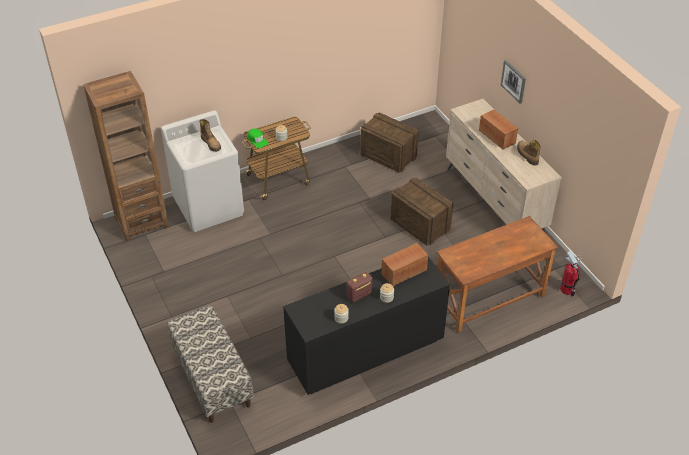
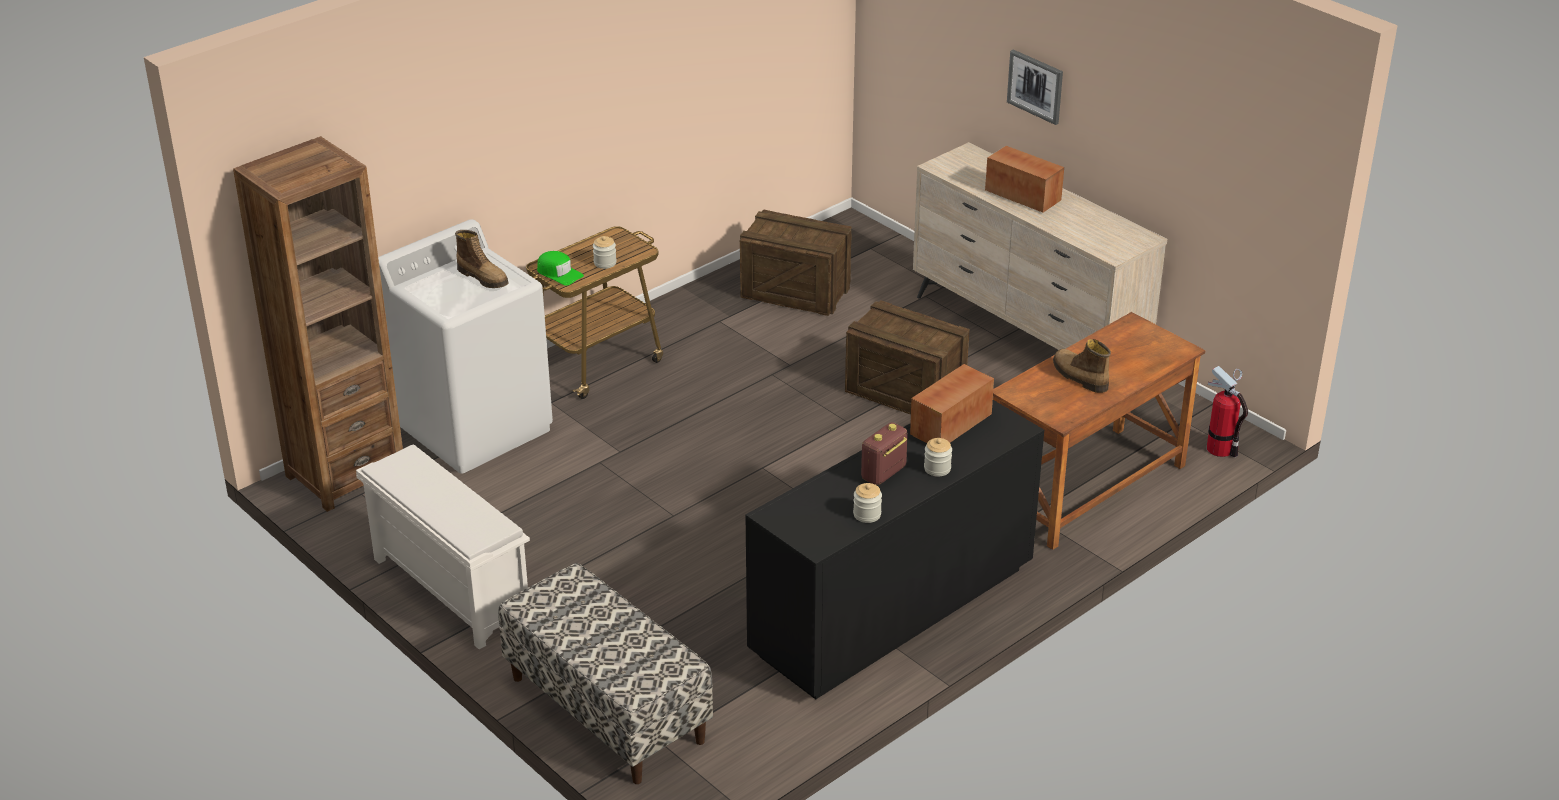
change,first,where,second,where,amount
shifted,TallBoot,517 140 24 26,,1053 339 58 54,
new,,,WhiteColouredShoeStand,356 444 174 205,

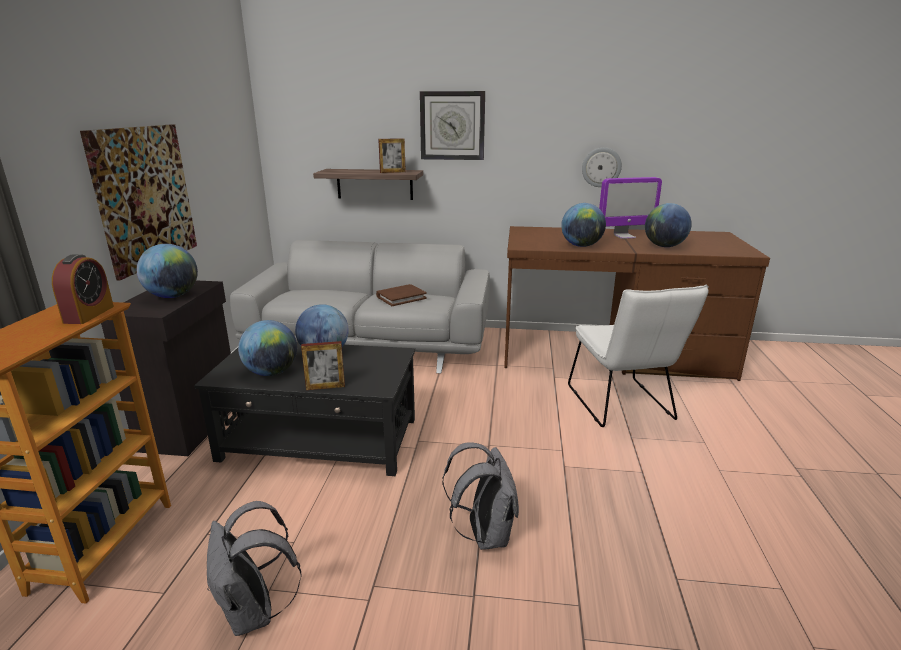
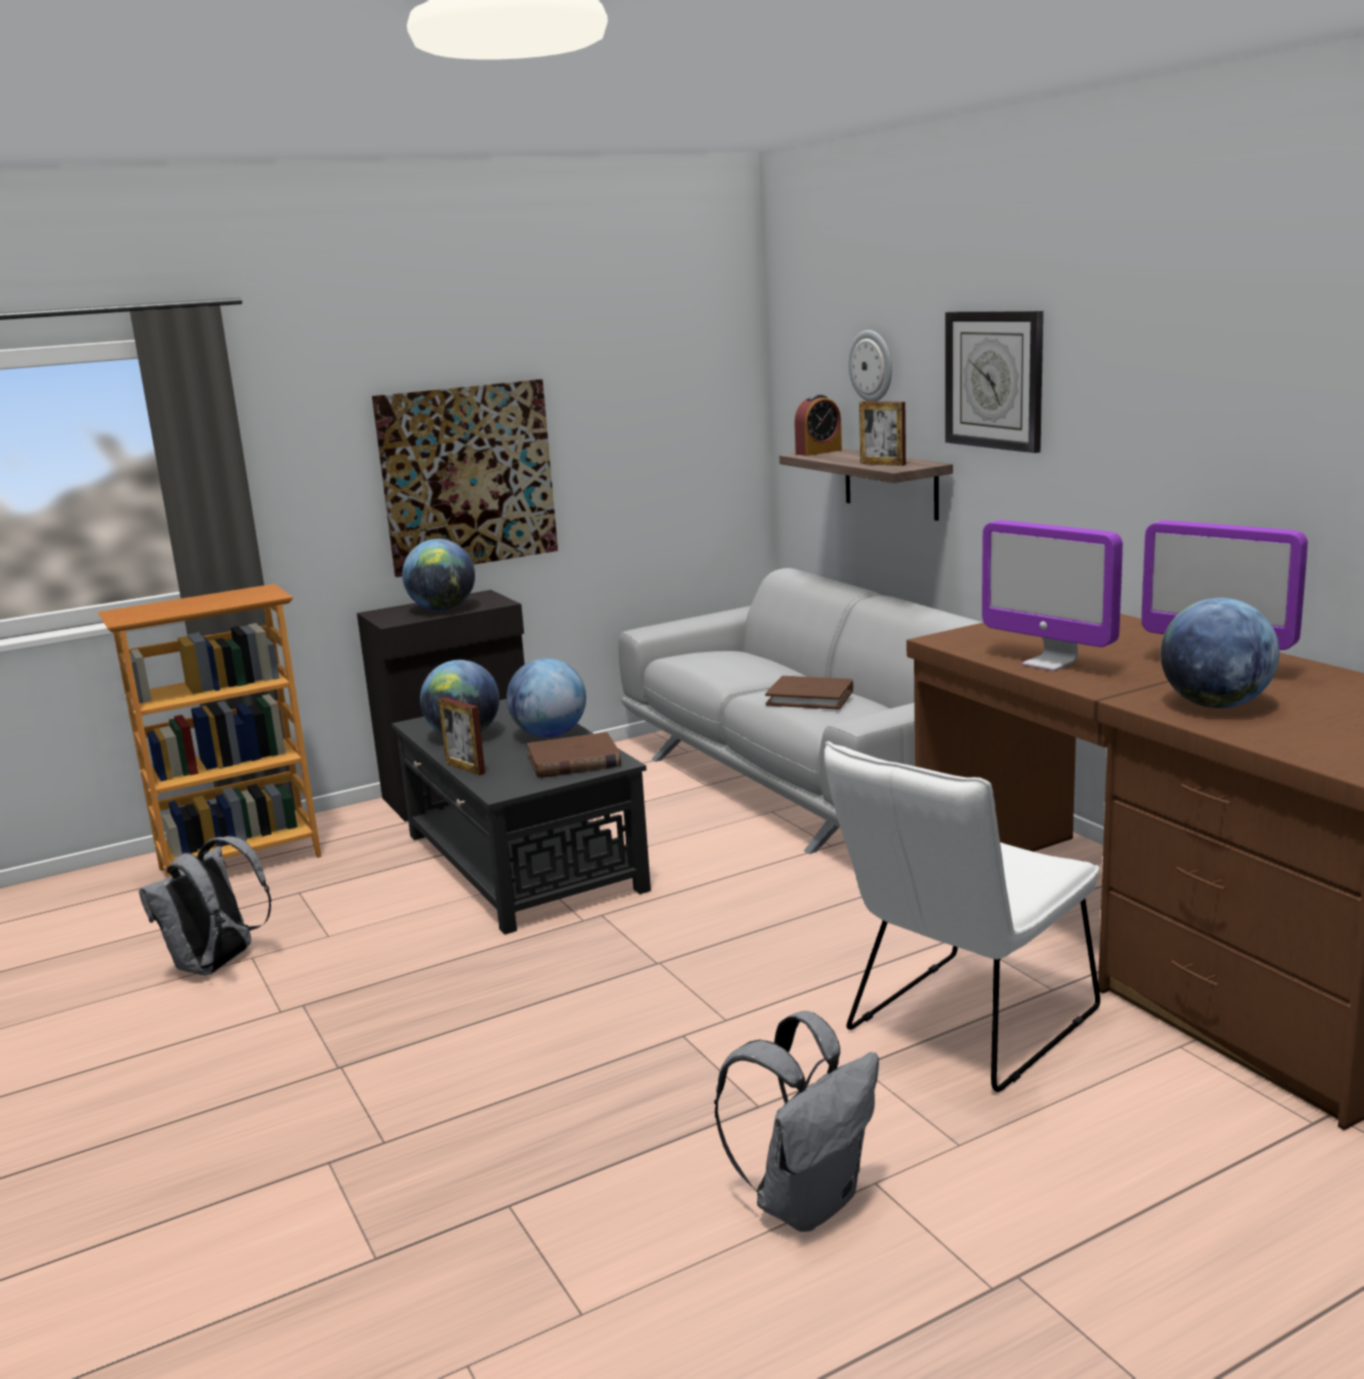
change,first,where,second,where,amount
shifted,BedsideClock,52 254 62 70,,794 394 48 62,
shifted,GrayBackpack,442 442 77 108,,714 1011 165 221,
swapped,WorldGlobe,561 203 45 44,Monitor,982 520 141 151,
shifted,ClockOnTheWall,582 147 40 40,,848 330 44 71,
new,,,BrownVolume,527 732 94 46,

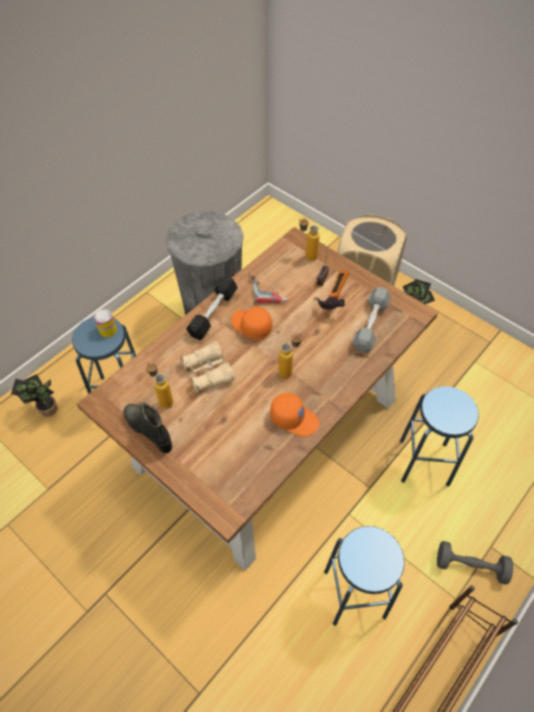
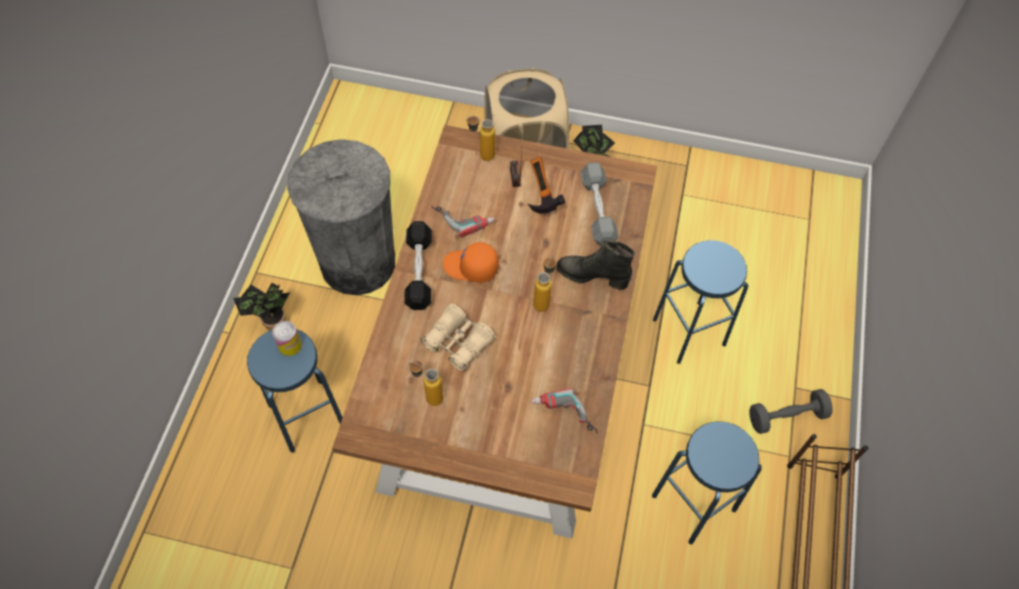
change,first,where,second,where,amount
shifted,PlantInAPot,11 374 46 43,,233 283 57 48,
shifted,BlackColouredTallBoot,124 403 48 51,,556 240 79 50,
gone,OrangeyPeakedCap,270 393 49 44,,,
new,,,PowerDrill,531 388 67 46,

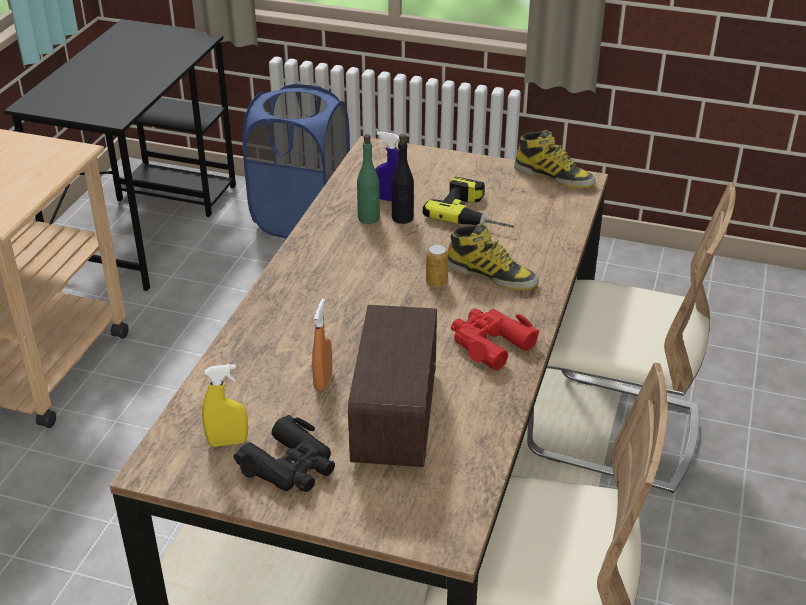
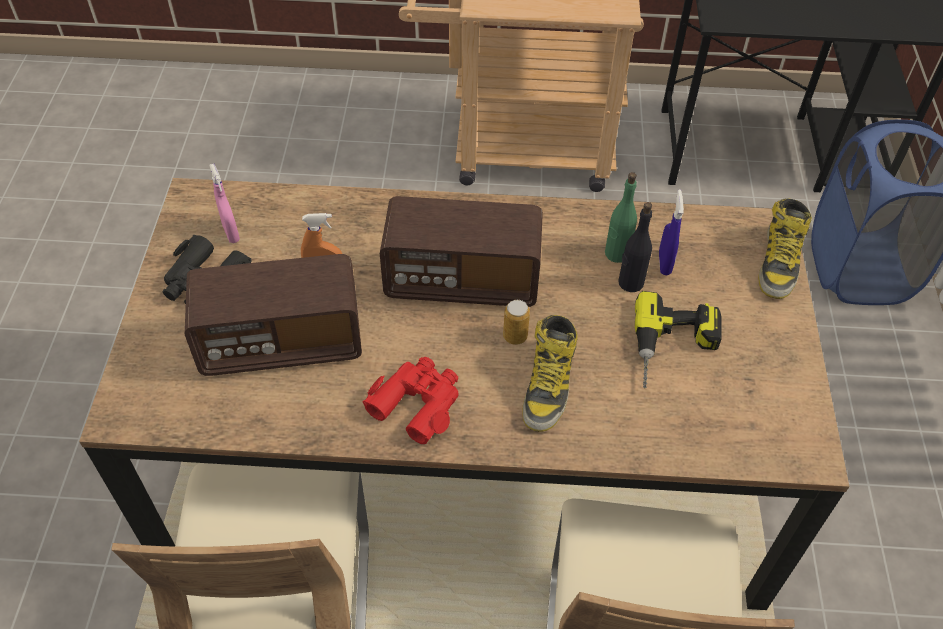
change,first,where,second,where,amount
repainted,YellowishHandSprayer,202 364 46 83,PinkColouredHandSprayer,209 164 31 79,
shifted,TallBoot,514 130 82 59,,758 198 54 101,
new,,,RadioSet,380 196 163 111,

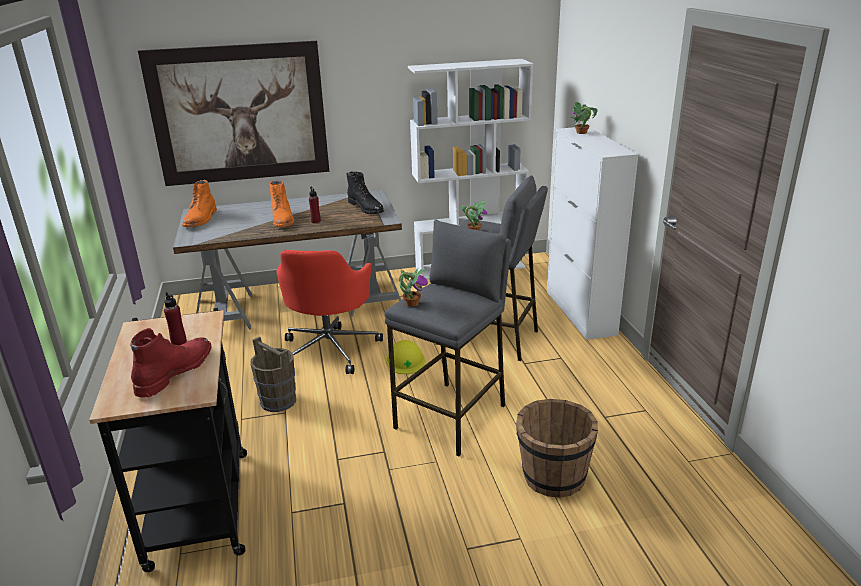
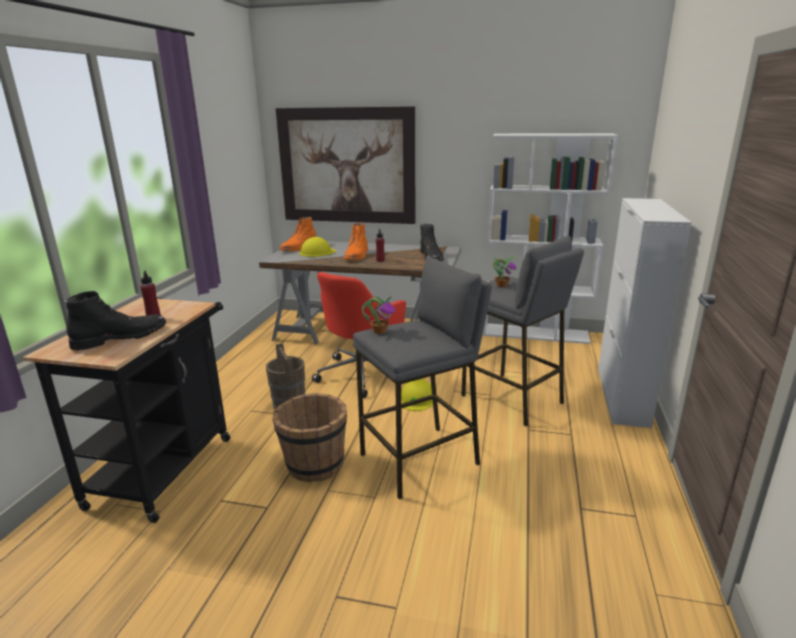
change,first,where,second,where,amount
repainted,ReddishTallBoot,130 328 82 70,BlackColouredTallBoot,65 291 101 60,
shifted,BrownBucket,516 399 82 99,,272 393 75 89,
gone,PlantInAPot,571 102 27 32,,,
new,,,YellowishWorkHelmet,299 237 37 20,

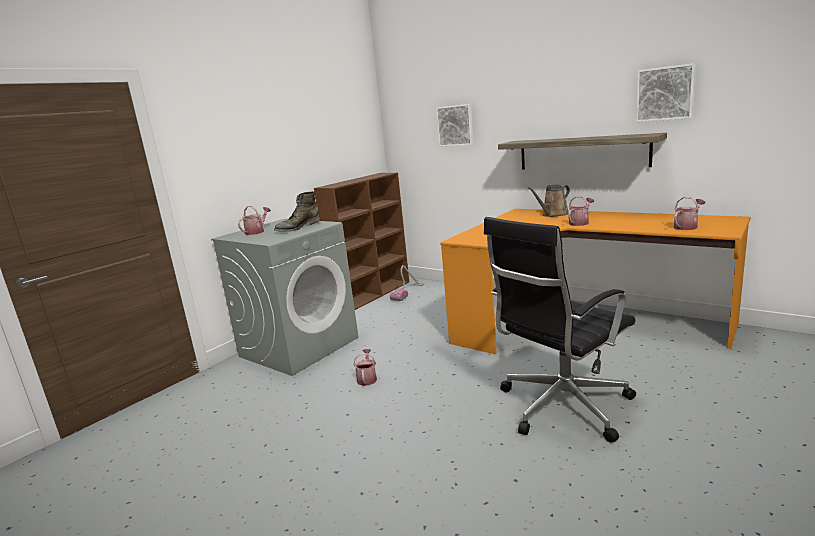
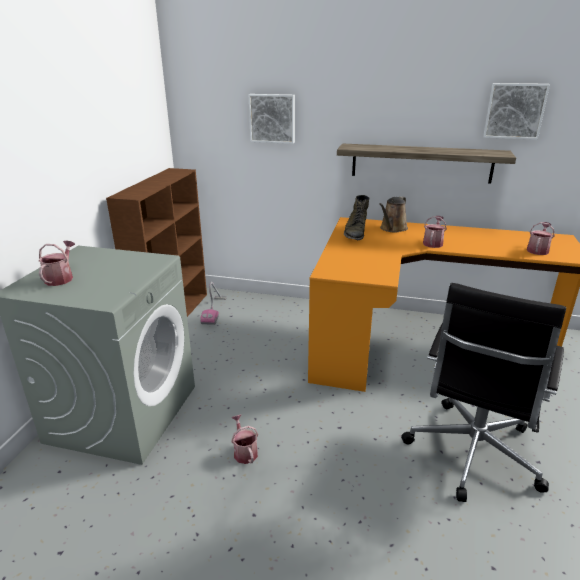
change,first,where,second,where,amount
shifted,GreenishTallBoot,274 191 46 41,,344 195 25 45,

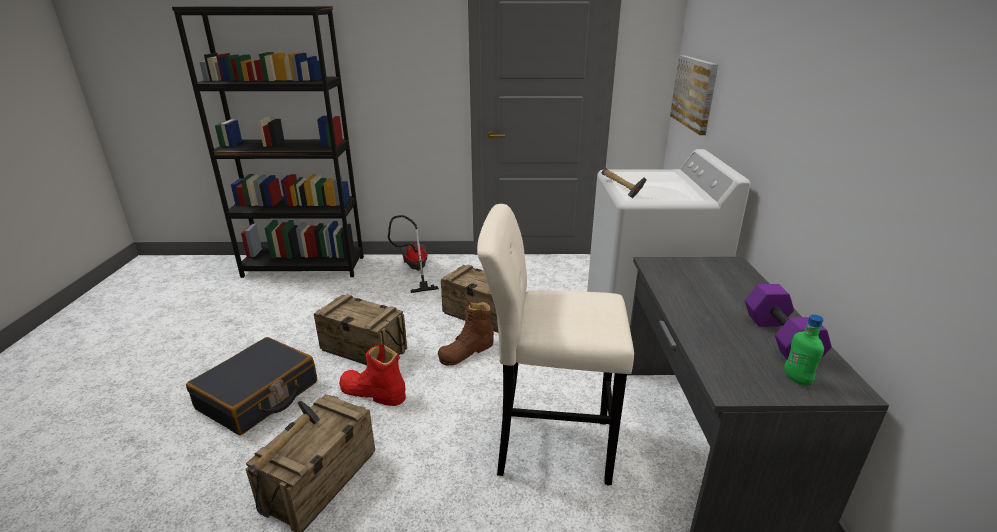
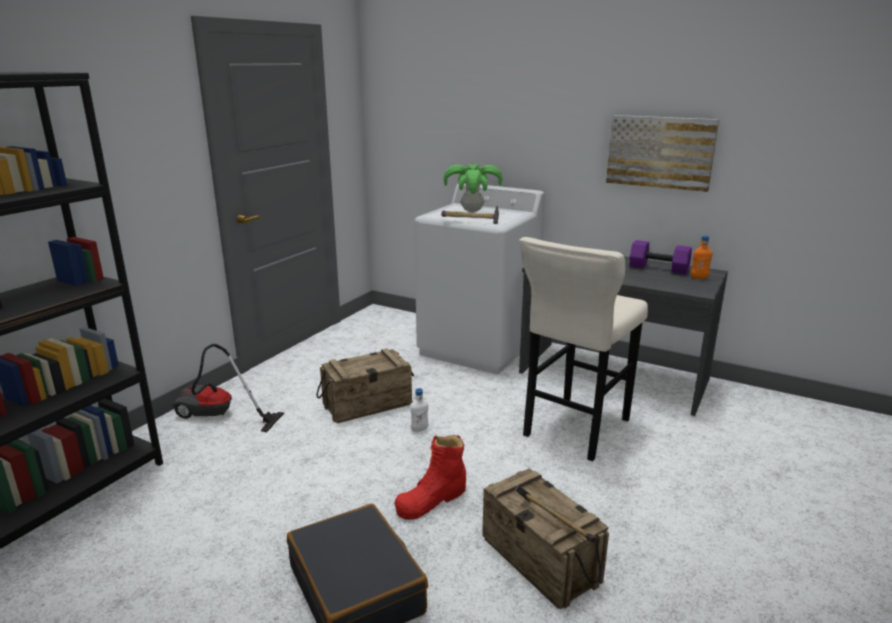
change,first,where,second,where,amount
gone,ShippingCrate,314 294 93 71,,,
swapped,BrownTallBoot,438 302 56 64,WhiteColouredBottle,410 388 19 44,
shifted,WallPicture,670 55 48 80,,606 115 113 77,
repainted,GreenishBottle,784 314 40 72,OrangeyBottle,691 235 21 44,
new,,,PlantInAPot,444 164 58 49,

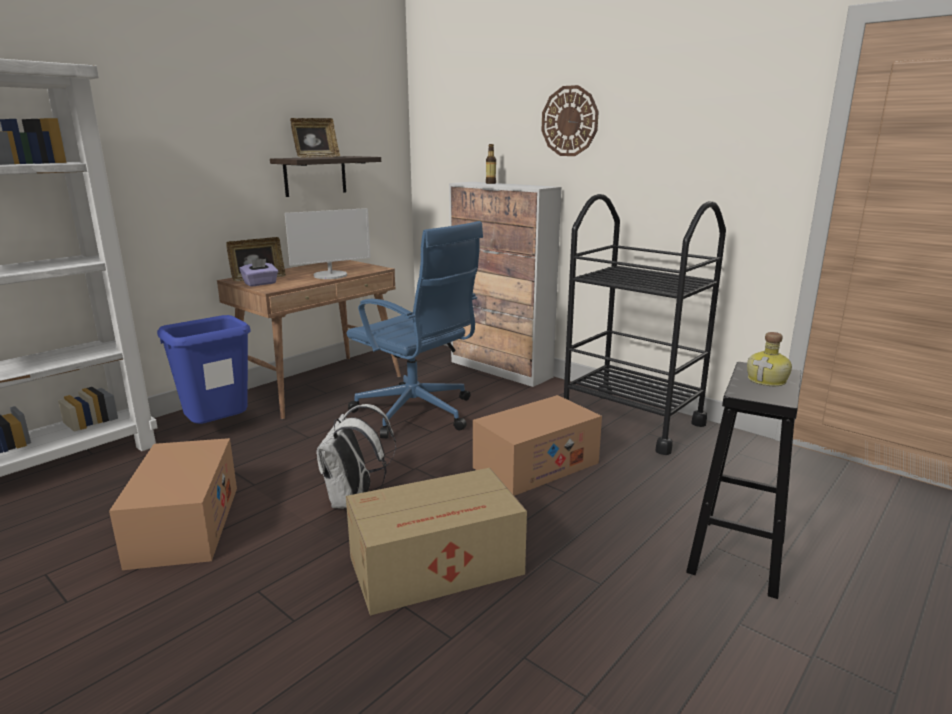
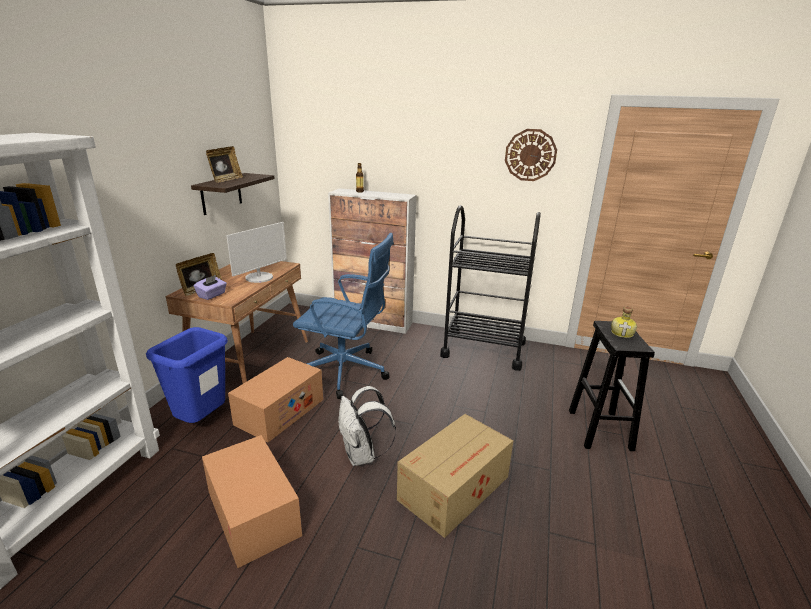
change,first,where,second,where,amount
shifted,Carton,473 395 129 101,,228 357 95 86,
shifted,ClockOnTheWall,541 85 58 71,,505 129 52 52,

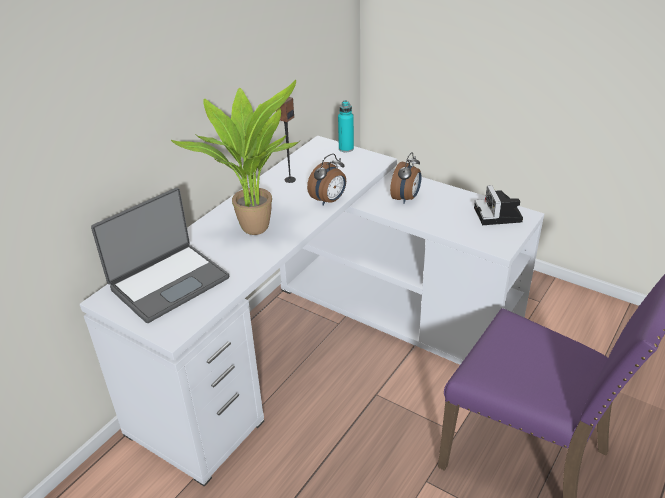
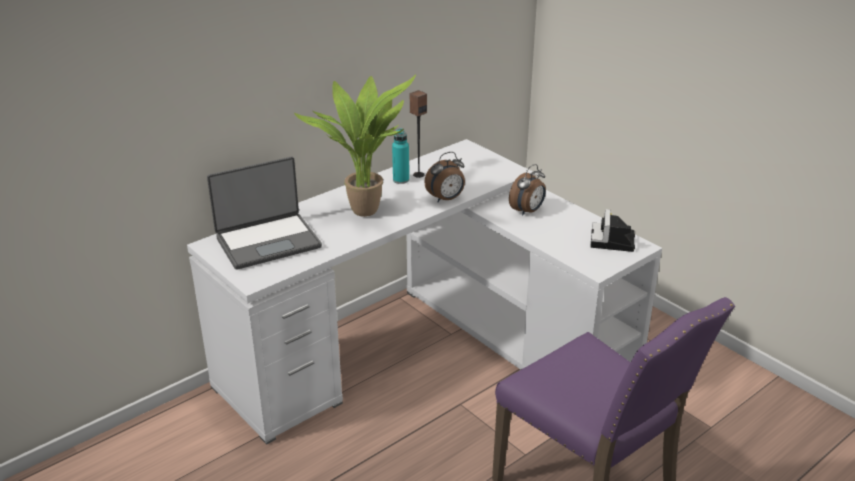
change,first,where,second,where,amount
shifted,TurquoiseBottle,338 100 16 52,,392 128 17 56,

